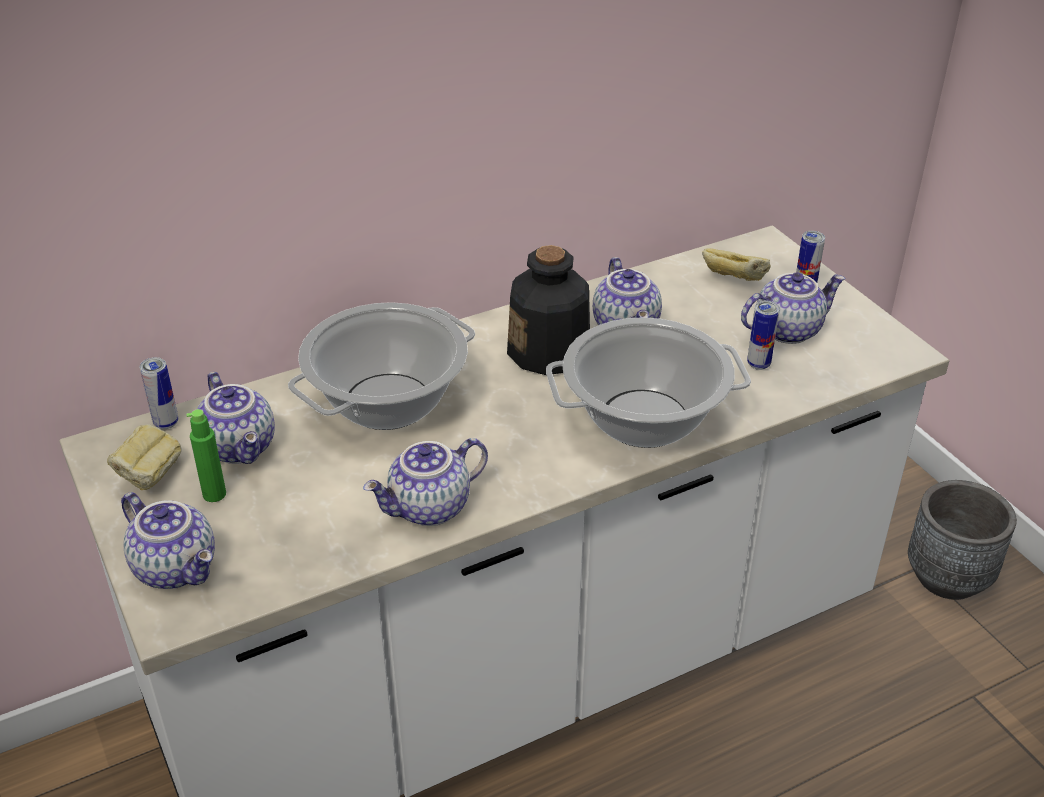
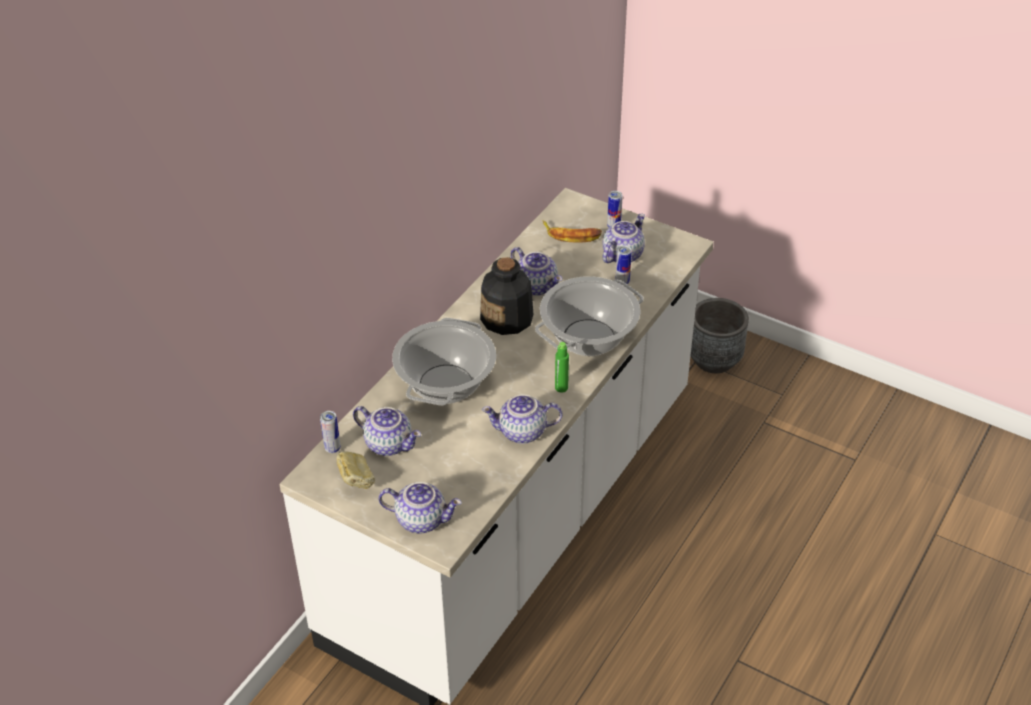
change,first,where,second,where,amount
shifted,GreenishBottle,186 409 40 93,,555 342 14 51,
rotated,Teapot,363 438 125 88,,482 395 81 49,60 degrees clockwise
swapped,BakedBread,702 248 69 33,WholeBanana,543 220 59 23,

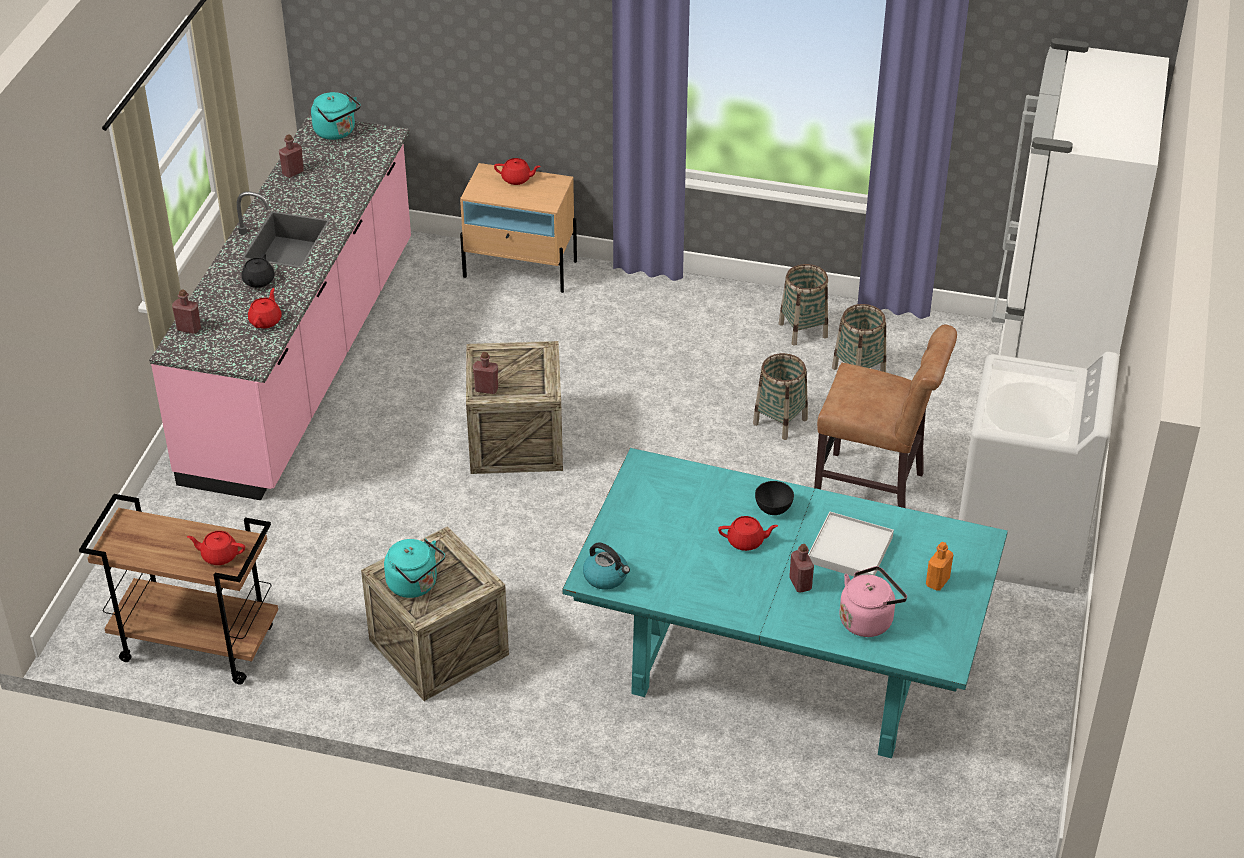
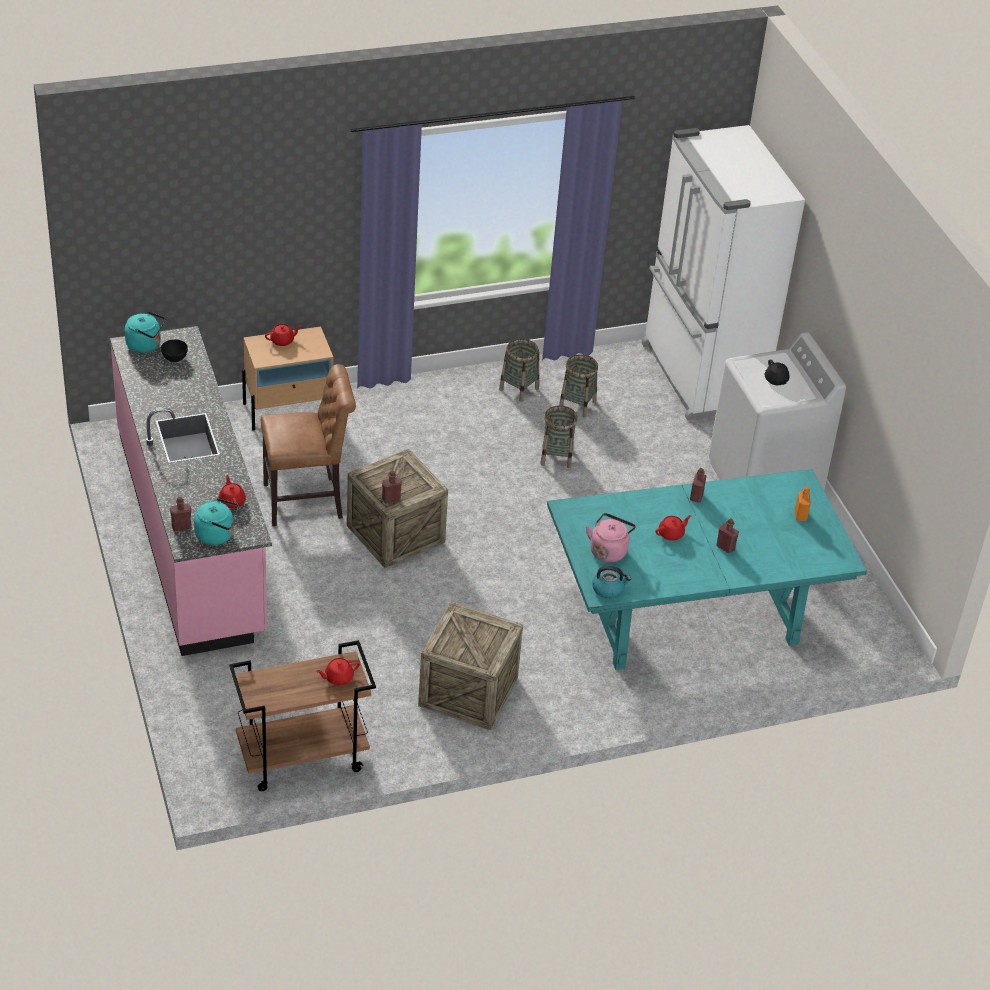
change,first,where,second,where,amount
shifted,BlackColouredTeapot,241 253 34 35,,765 359 25 26,
shifted,ReddishBottle,279 134 25 44,,690 468 16 35,
shifted,TurquoiseKettle,384 539 61 59,,194 498 44 47,
shifted,BlackColouredBowl,755 481 39 34,,161 339 27 23,
gone,WhiteColouredTray,808 512 86 64,,,
shifted,BrownUprightChair,814 324 143 184,,261 364 95 162,
shifted,PinkColouredKettle,839 566 68 71,,586 513 50 49,

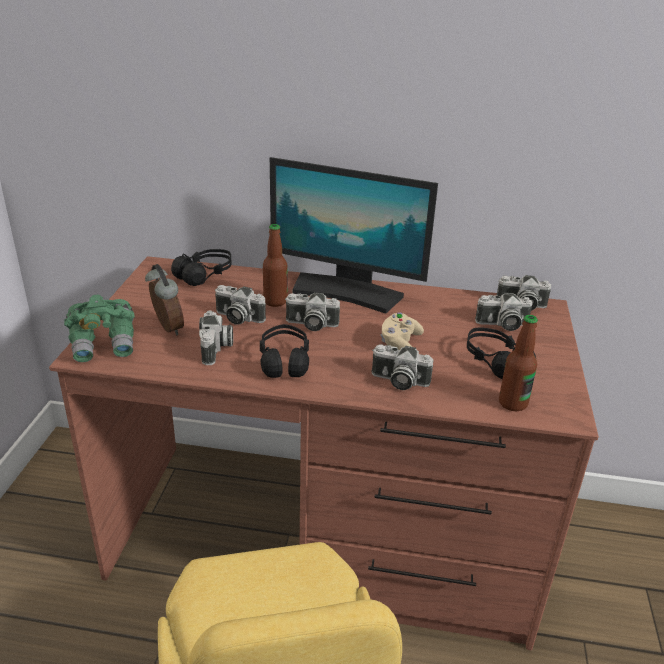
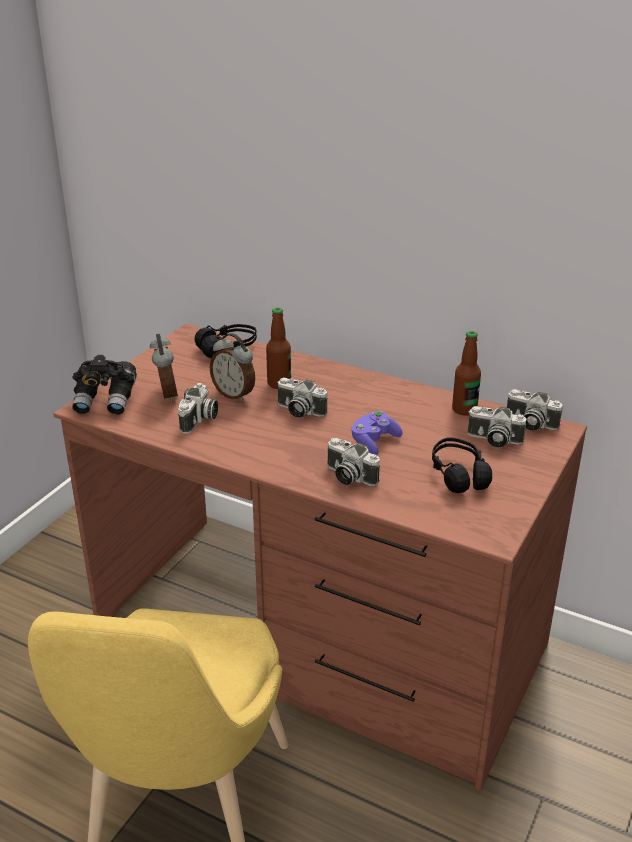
change,first,where,second,where,amount
repainted,GreenishBinoculars,64 295 71 67,BlackColouredBinoculars,72 355 65 60,
swapped,StillCamera,215 285 51 40,BedsideClock,210 333 45 69,
gone,BlackColouredPairOfHeadphones,260 324 49 54,,,
gone,Monitor,270 157 168 157,,,
repainted,BeigeGameController,380 312 44 38,PurplishGameController,351 411 52 44,
shifted,Bottle,499 315 39 96,,452 331 29 85,

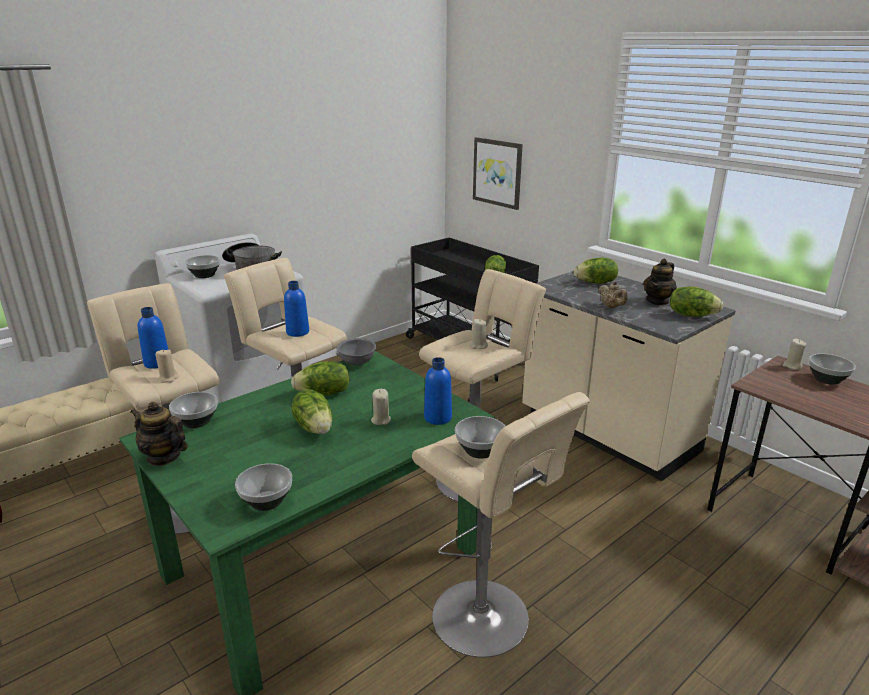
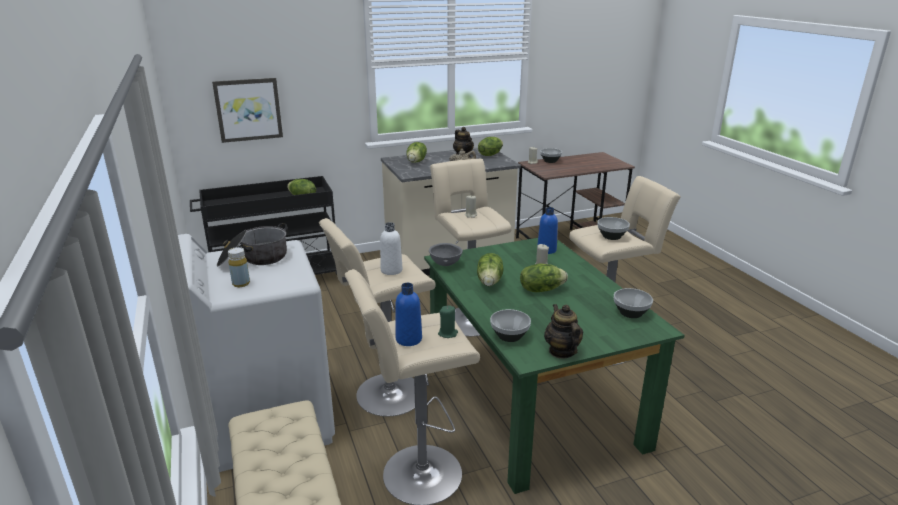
change,first,where,second,where,amount
rotated,Teapot,130 402 58 64,,544 304 39 54,120 degrees clockwise
repainted,BeigeCandle,155 350 23 33,GreenishCandle,438 305 20 33,
swapped,Bowl,185 255 35 23,YellowishBottle,228 247 22 40,
repainted,BlueColouredBottle,284 281 25 56,WhiteColouredBottle,380 222 22 53,

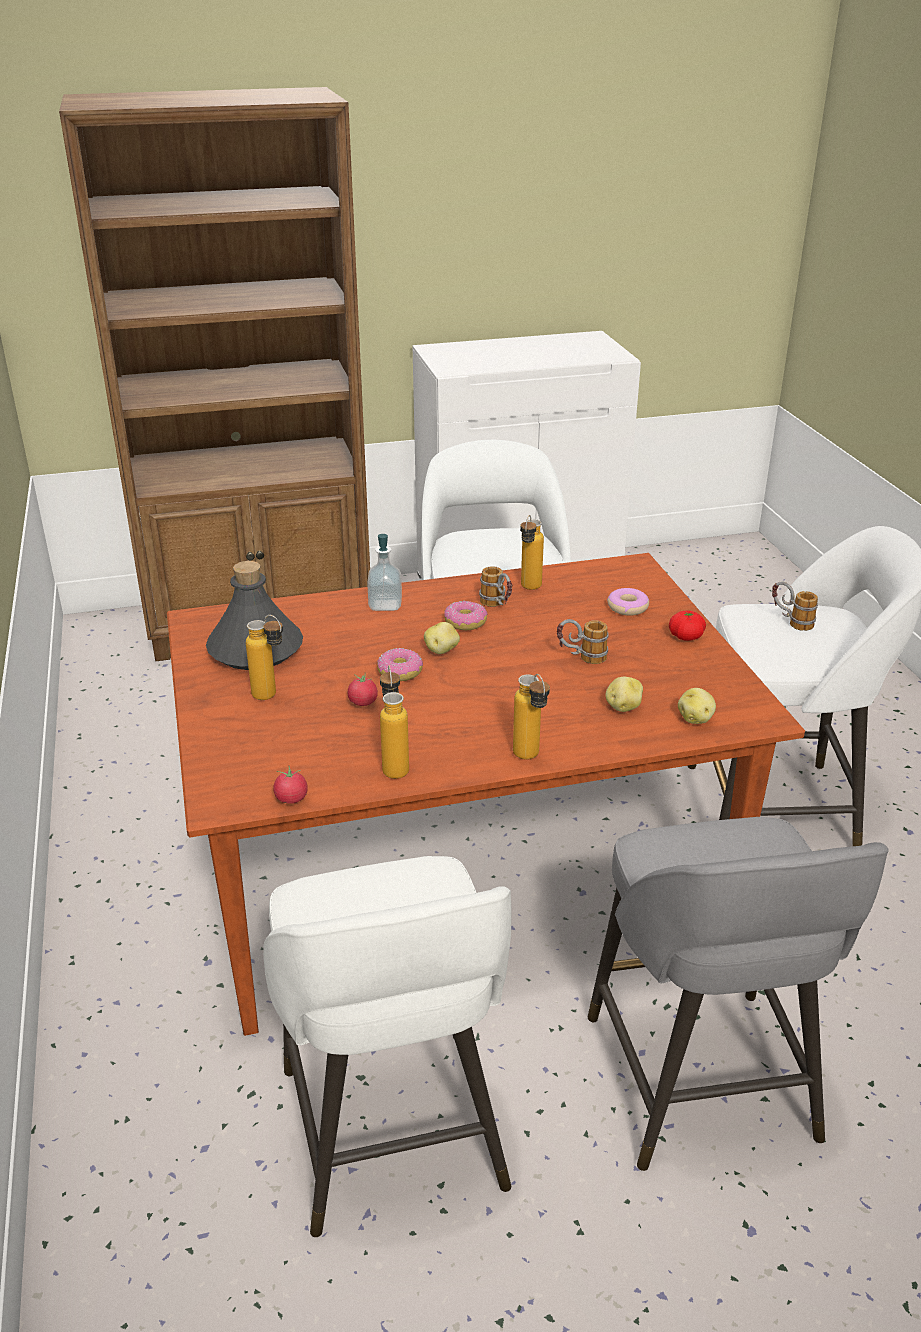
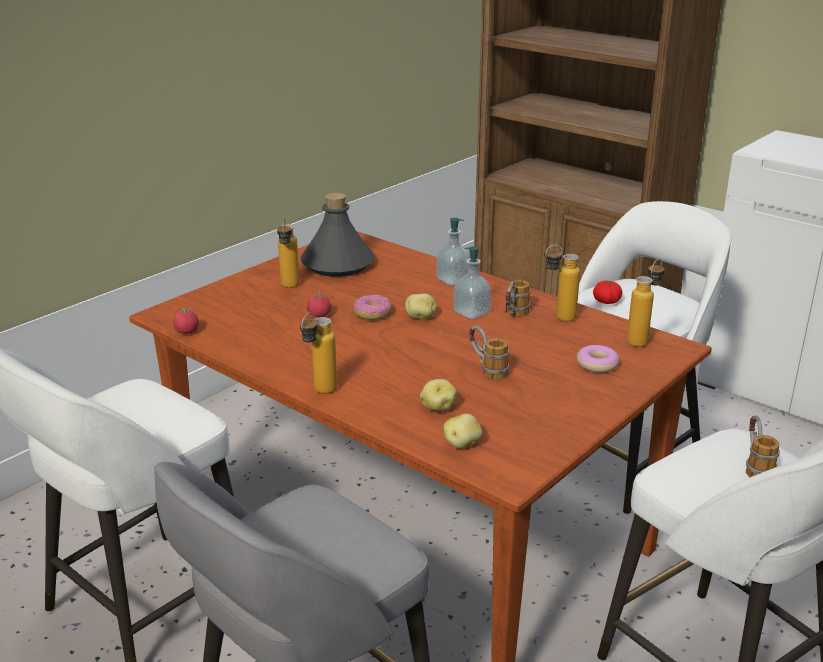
change,first,where,second,where,amount
shifted,Bottle,380 665 29 114,,627 259 37 88,
swapped,Doughnut,444 601 44 29,LiquidSoapBottle,454 246 37 73,
shifted,FreshTomato,669 611 37 30,,593 281 29 23,

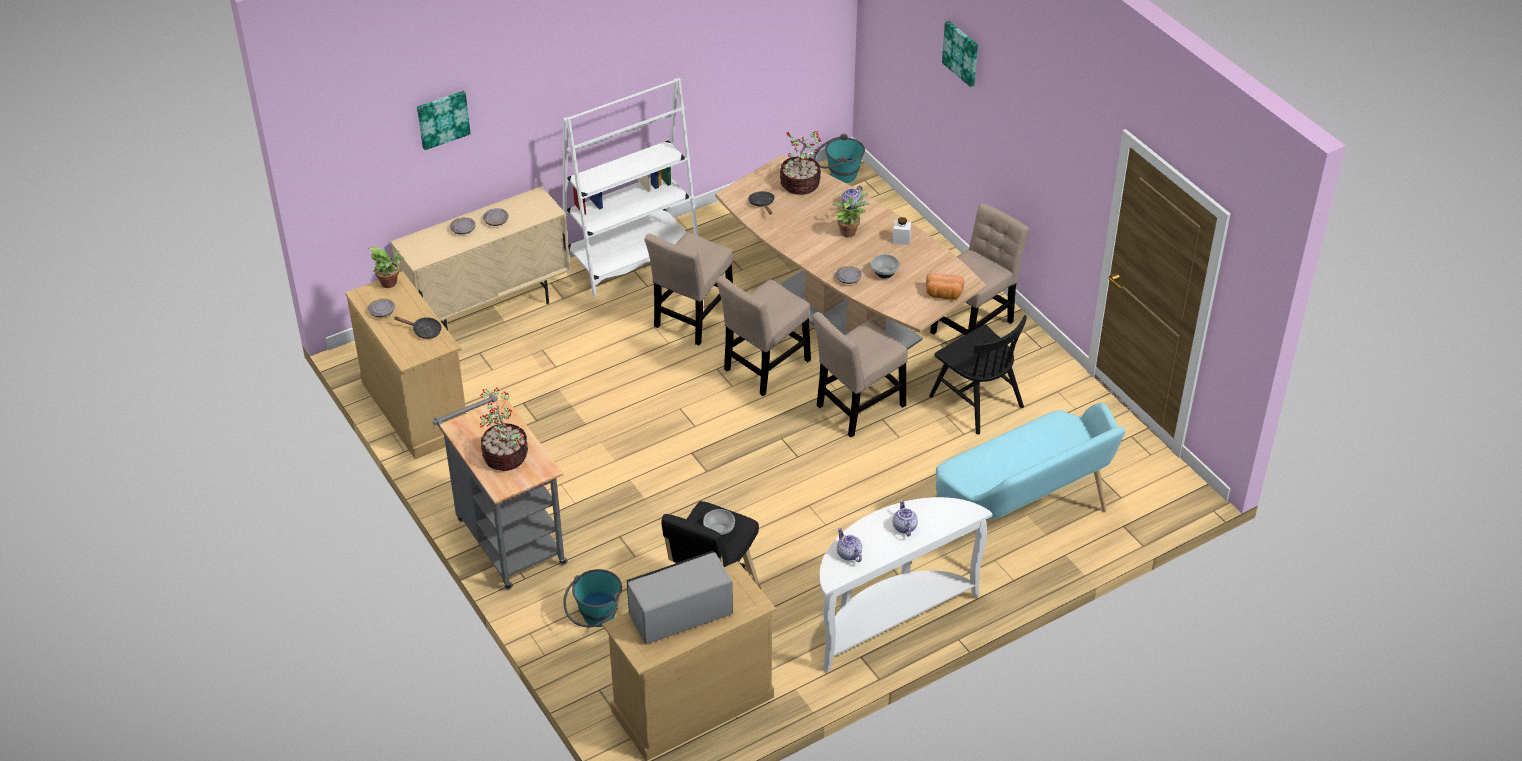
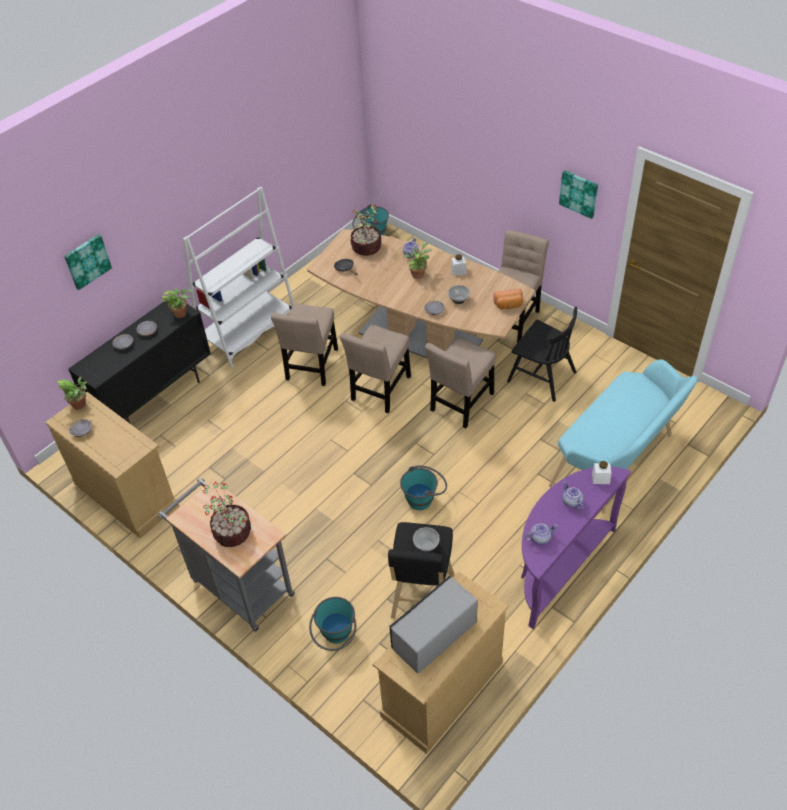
change,first,where,second,where,amount
repainted,BeigeStorageCabinet,391 186 180 144,BlackColouredStorageCabinet,68 301 143 122,
gone,BlackColouredFryingPan,394 316 48 23,,,
repainted,WhiteColouredConsoleTable,819 497 174 176,PurplishConsoleTable,521 466 110 163,
rotated,Teapot,837 528 25 34,,524 523 34 22,120 degrees clockwise
shifted,WallPicture,942 21 36 66,,559 170 39 49,
new,,,PlantInAPot,162 288 31 30,
new,,,TurquoiseBucket,400 466 47 44,
new,,,WhiteColouredStorageJar,592 461 19 23,

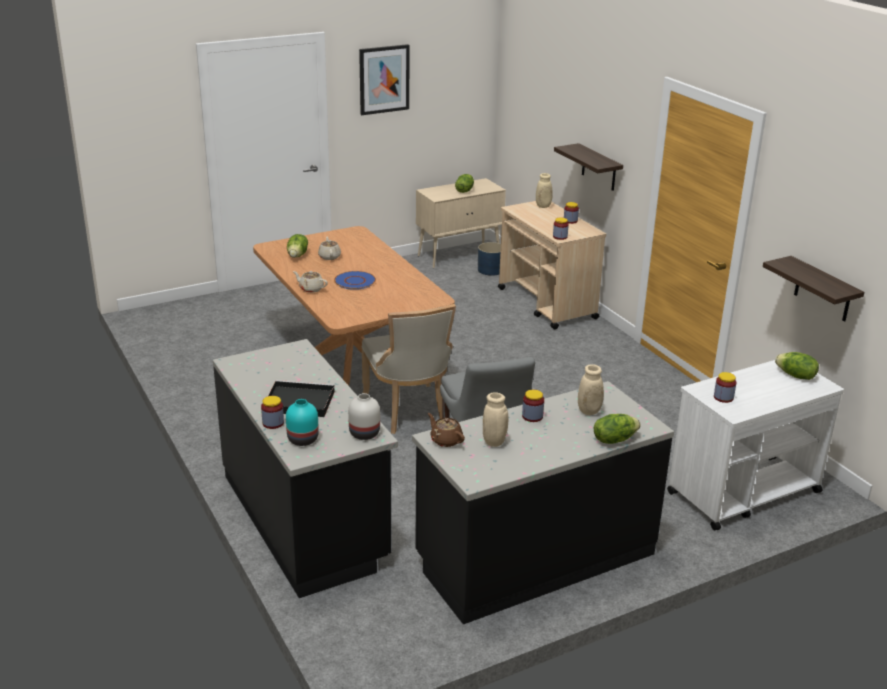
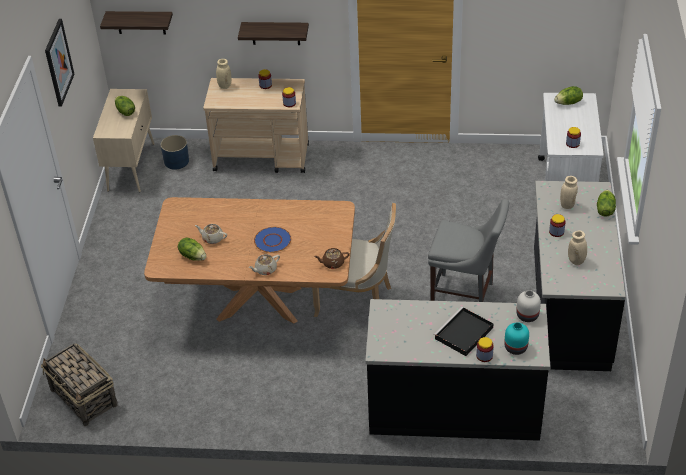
change,first,where,second,where,amount
shifted,BrownTeapot,428 413 37 34,,314 248 36 21,
shifted,WallShelf,763 256 101 66,,100 11 73 24,
new,,,Basket,41 343 77 83,

